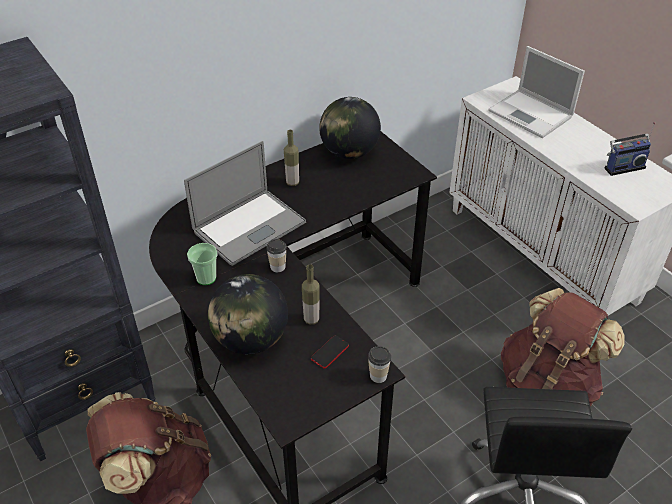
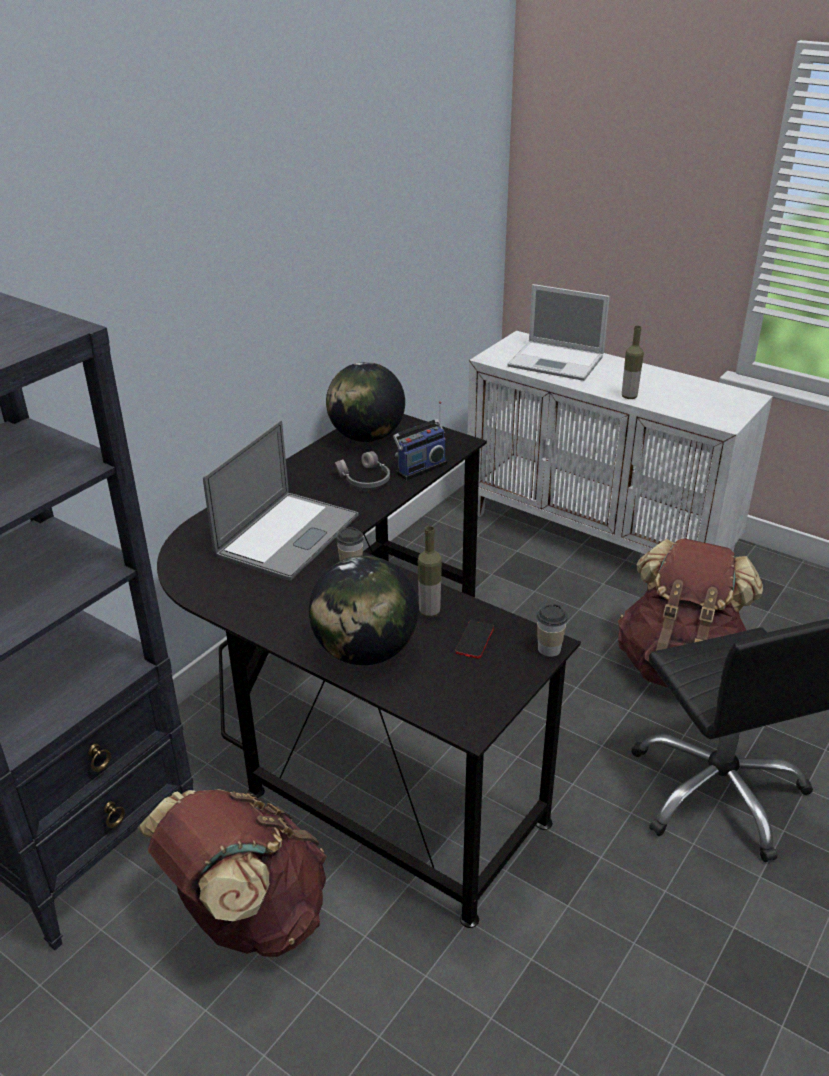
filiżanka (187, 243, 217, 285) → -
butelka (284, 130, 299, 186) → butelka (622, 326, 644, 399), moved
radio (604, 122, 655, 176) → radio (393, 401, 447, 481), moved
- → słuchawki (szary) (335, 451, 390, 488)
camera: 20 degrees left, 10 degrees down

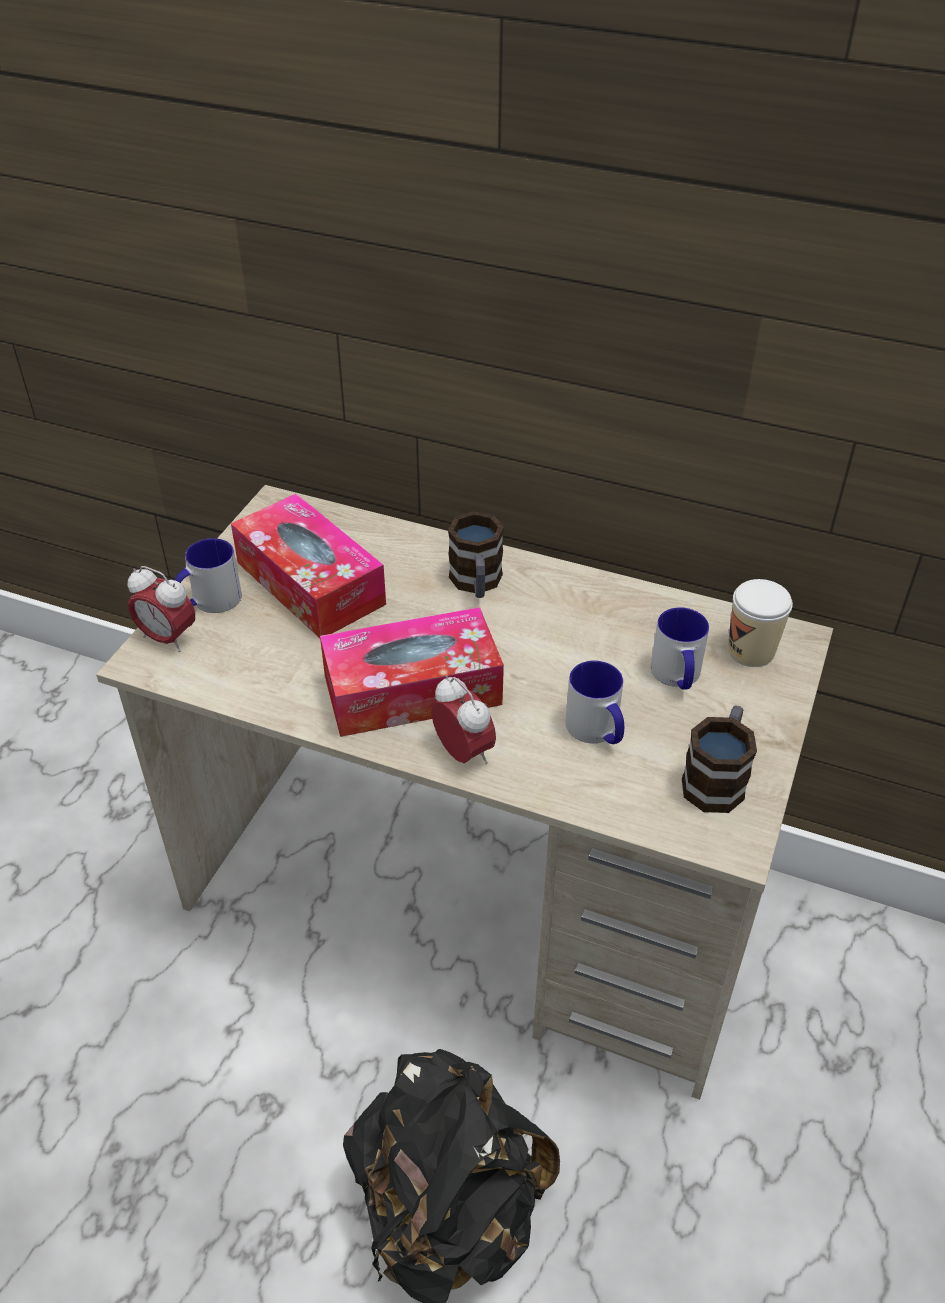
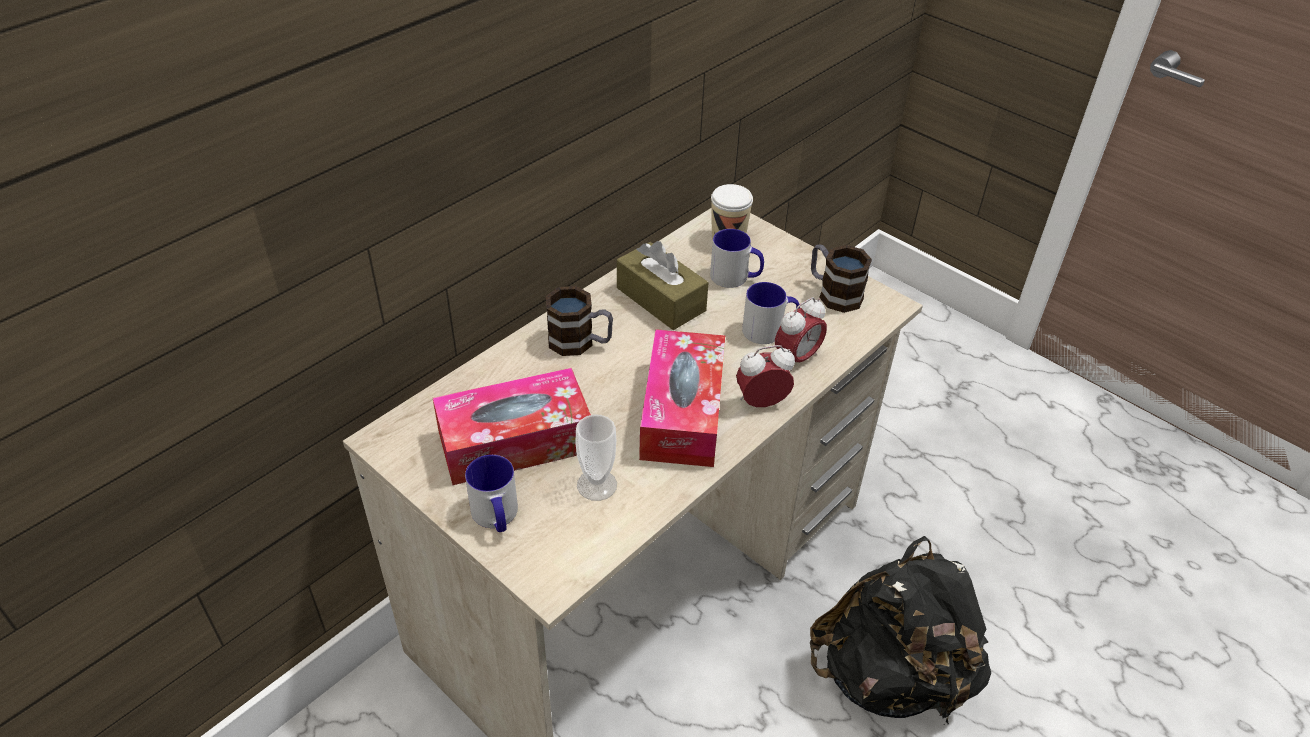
budzik (127, 566, 195, 652) → budzik (775, 297, 827, 371), moved
- → filiżanka (576, 414, 617, 501)
- → pudełko chusteczek (brązowy) (617, 241, 709, 330)
camera: 70 degrees left, 0 degrees up

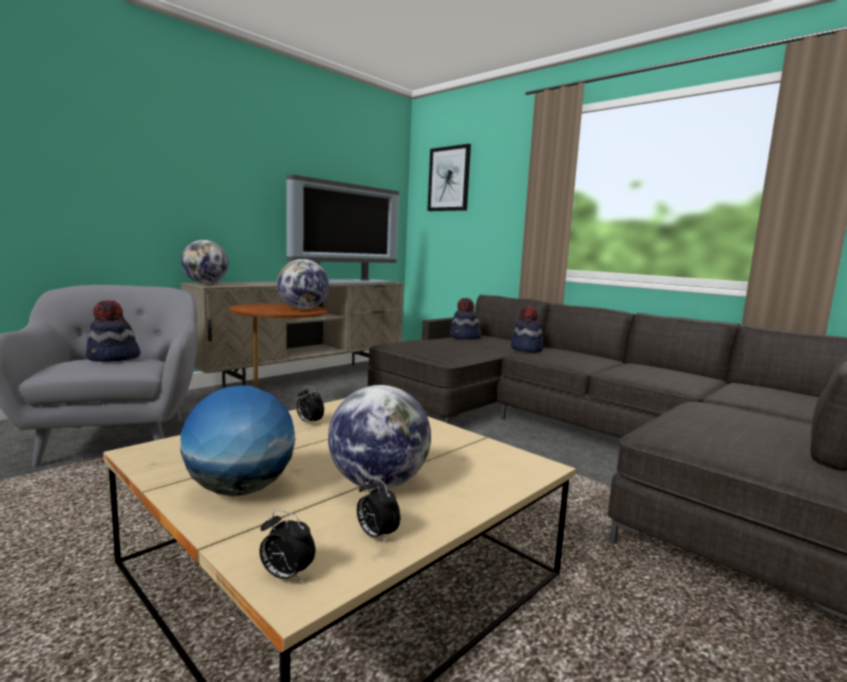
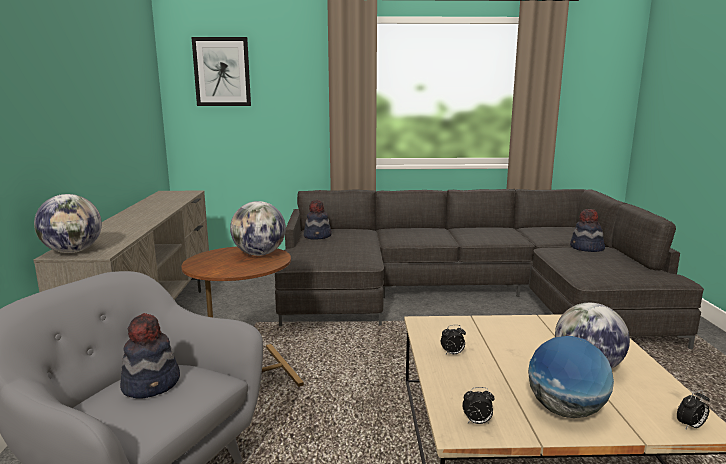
telewizor (286, 174, 399, 284) → -
budzik (357, 477, 400, 543) → budzik (462, 387, 495, 424), moved
kapelusz (511, 306, 543, 353) → kapelusz (570, 209, 605, 252), moved
camera: 45 degrees left, 5 degrees up

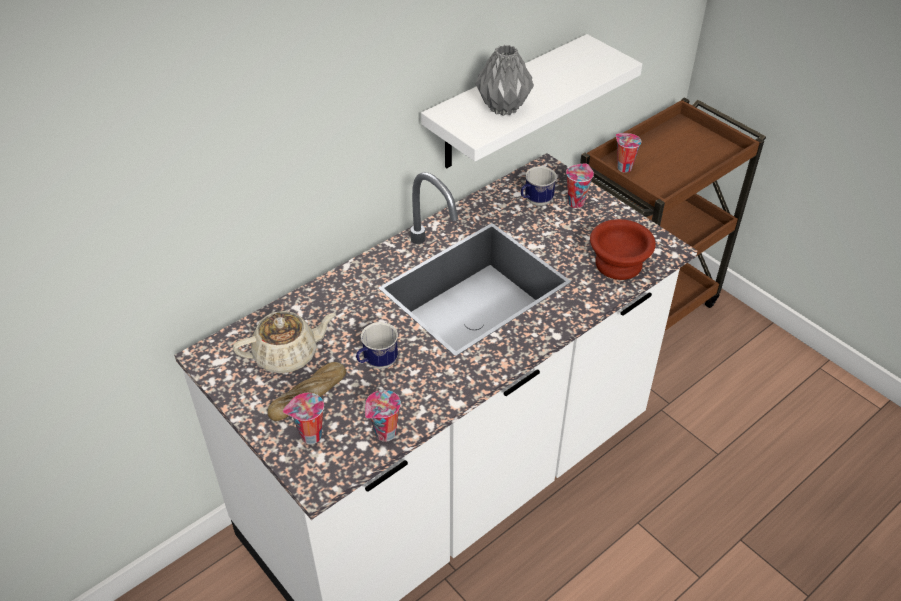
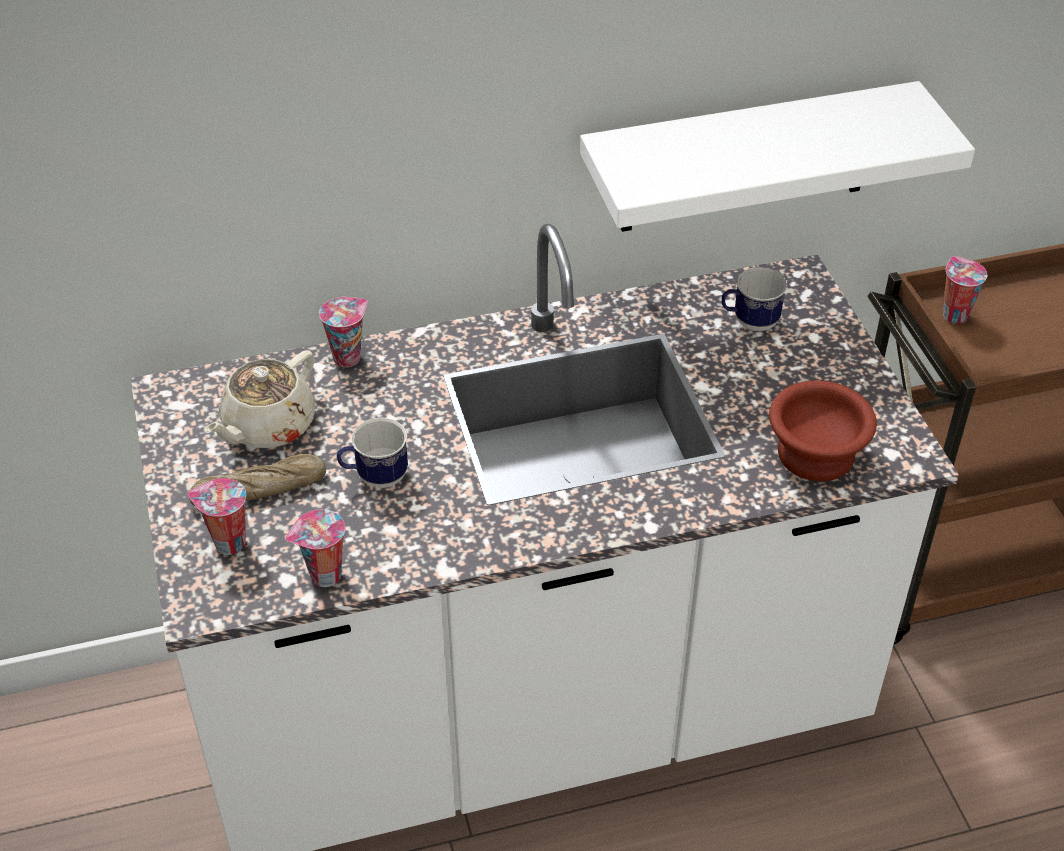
imbryk (beżowy) (233, 311, 336, 373) → imbryk (beżowy) (205, 350, 316, 448), 120 degrees clockwise
wazon (szary) (476, 45, 534, 116) → -
filiżanka (566, 163, 594, 208) → filiżanka (319, 297, 368, 367), moved
camera: 25 degrees right, 0 degrees up

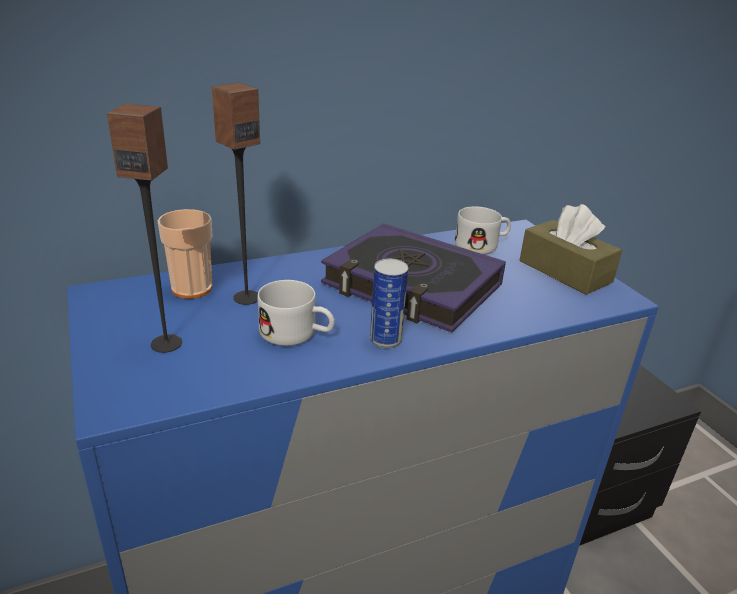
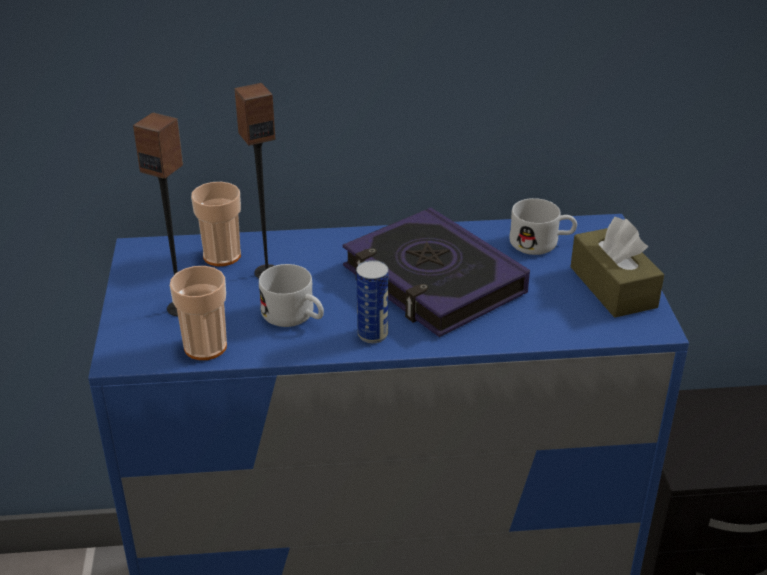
- → filiżanka (170, 266, 227, 360)
camera: 20 degrees right, 5 degrees up

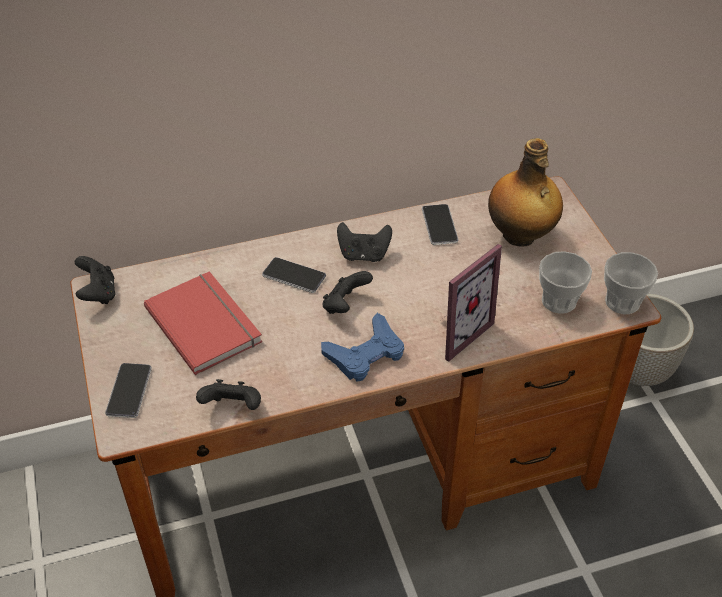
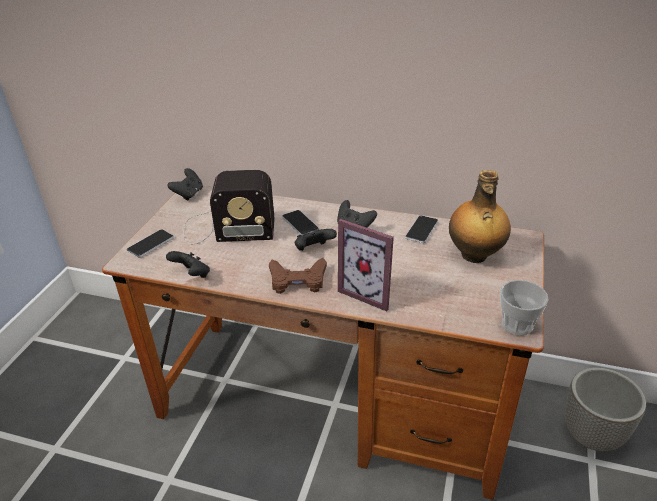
książka (czerwony) (144, 271, 262, 375) → radio (183, 170, 275, 244)
pad do gier (niebieski) (321, 313, 404, 382) → pad do gier (brązowy) (269, 258, 327, 294)
ramka na zdjęcie (441, 244, 502, 362) → ramka na zdjęcie (338, 219, 394, 312), 45 degrees clockwise
filiżanka (539, 251, 592, 314) → -
camera: 35 degrees right, 10 degrees down

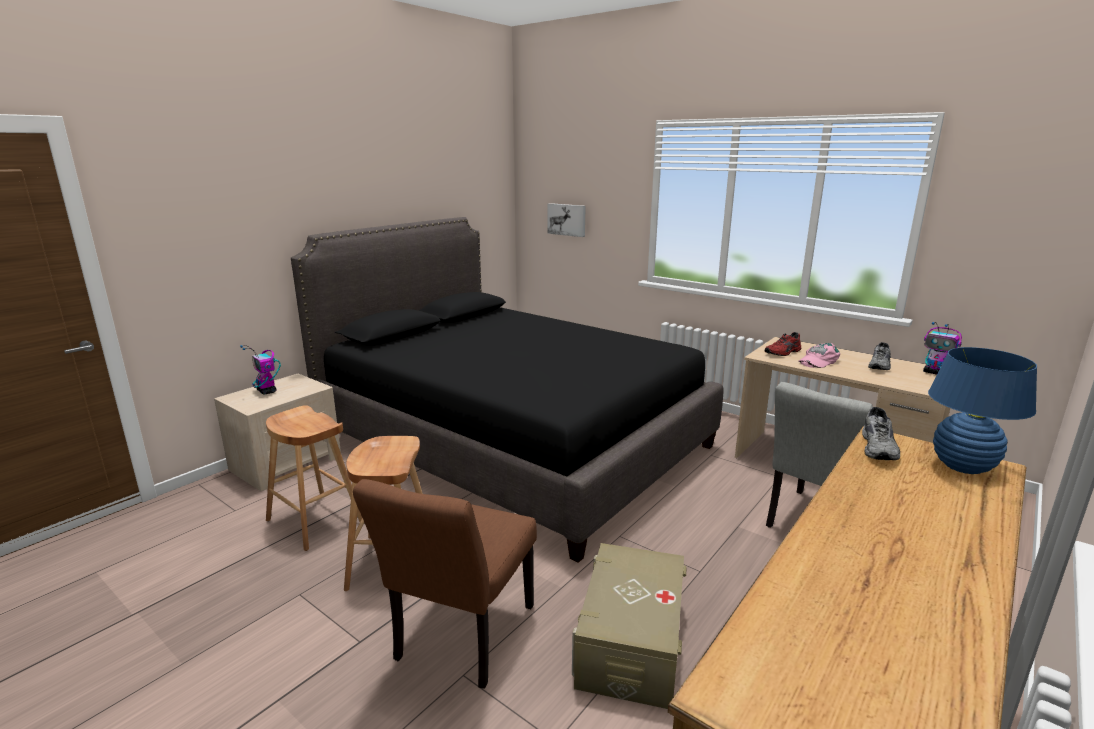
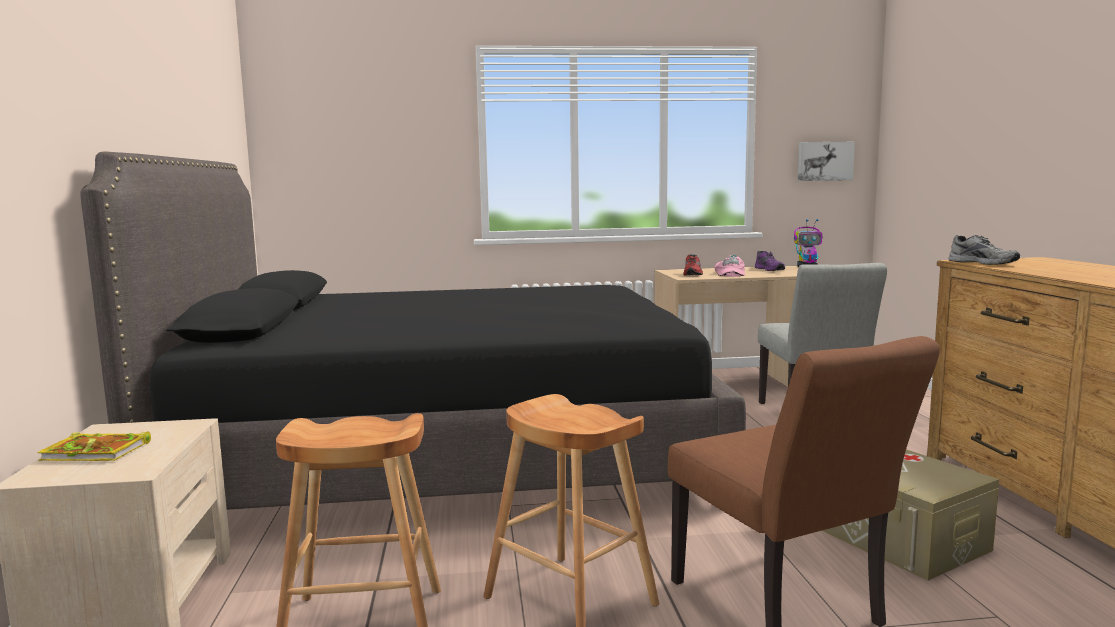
robot zabawkowy (240, 345, 281, 395) → książka (37, 431, 151, 461)
obraz (547, 203, 586, 237) → obraz (798, 142, 855, 181), moved
but (szary) (868, 342, 891, 370) → but (fioletowy) (755, 251, 785, 271)
lampa stołowa (niebieski) (928, 347, 1037, 474) → -
camera: 45 degrees left, 10 degrees down

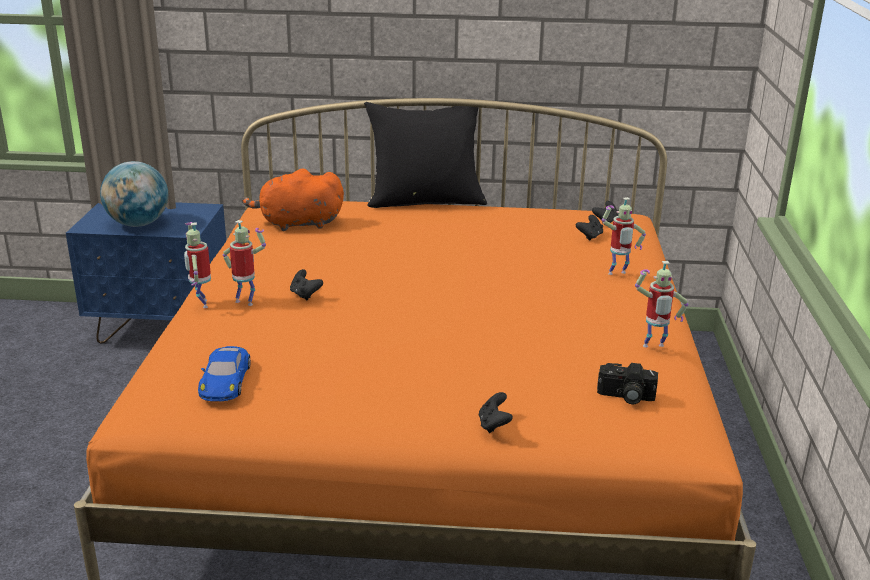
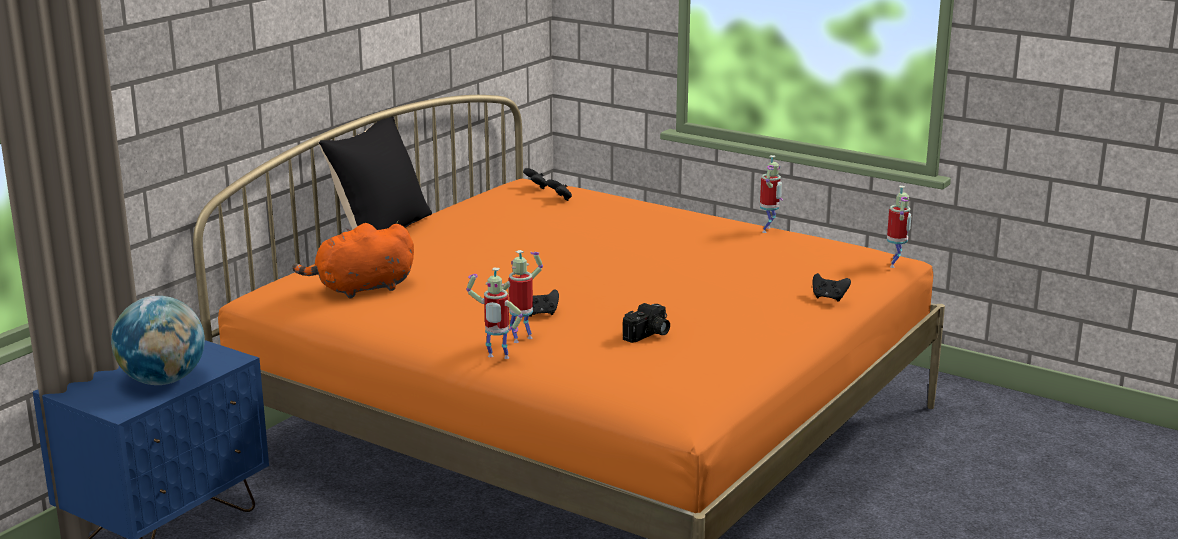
samochodzik (niebieski) (198, 346, 250, 401) → -
pluszak (pomarańczowy) (242, 168, 344, 231) → pluszak (pomarańczowy) (292, 223, 414, 298), 45 degrees clockwise
aparat fotograficzny (597, 363, 658, 404) → aparat fotograficzny (623, 303, 670, 343), moved
robot zabawkowy (602, 197, 646, 275) → robot zabawkowy (887, 186, 911, 268), moved
camera: 60 degrees left, 5 degrees down

